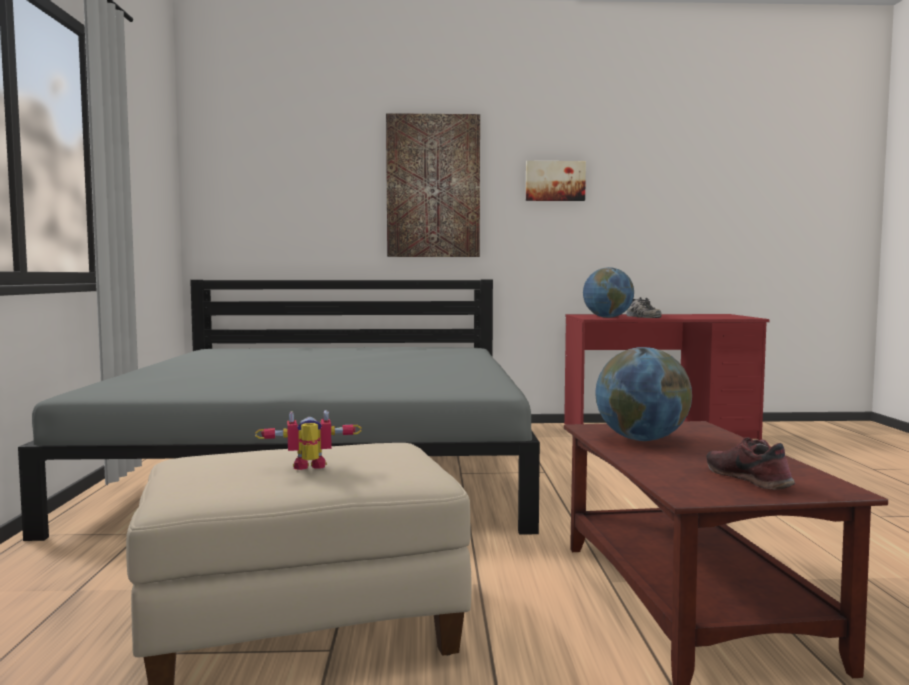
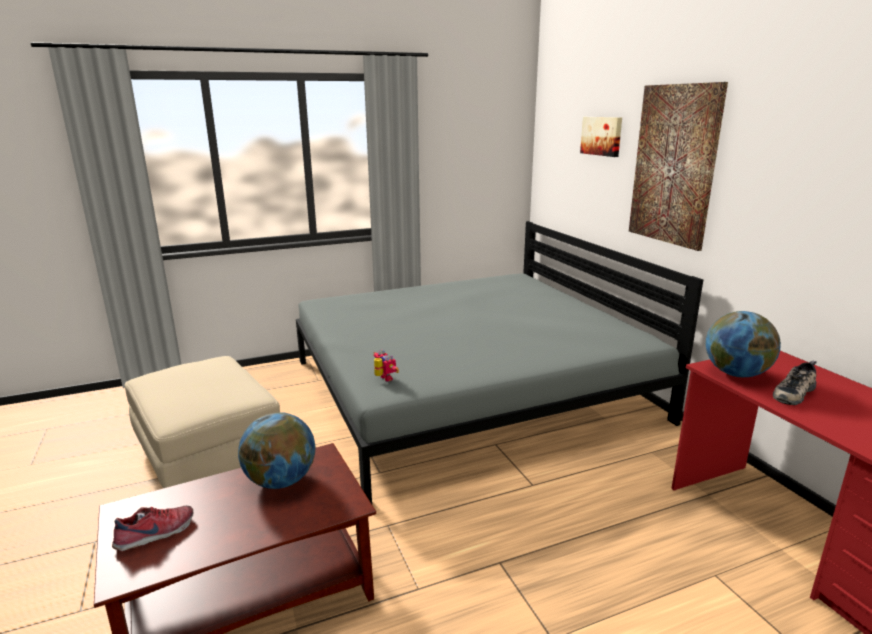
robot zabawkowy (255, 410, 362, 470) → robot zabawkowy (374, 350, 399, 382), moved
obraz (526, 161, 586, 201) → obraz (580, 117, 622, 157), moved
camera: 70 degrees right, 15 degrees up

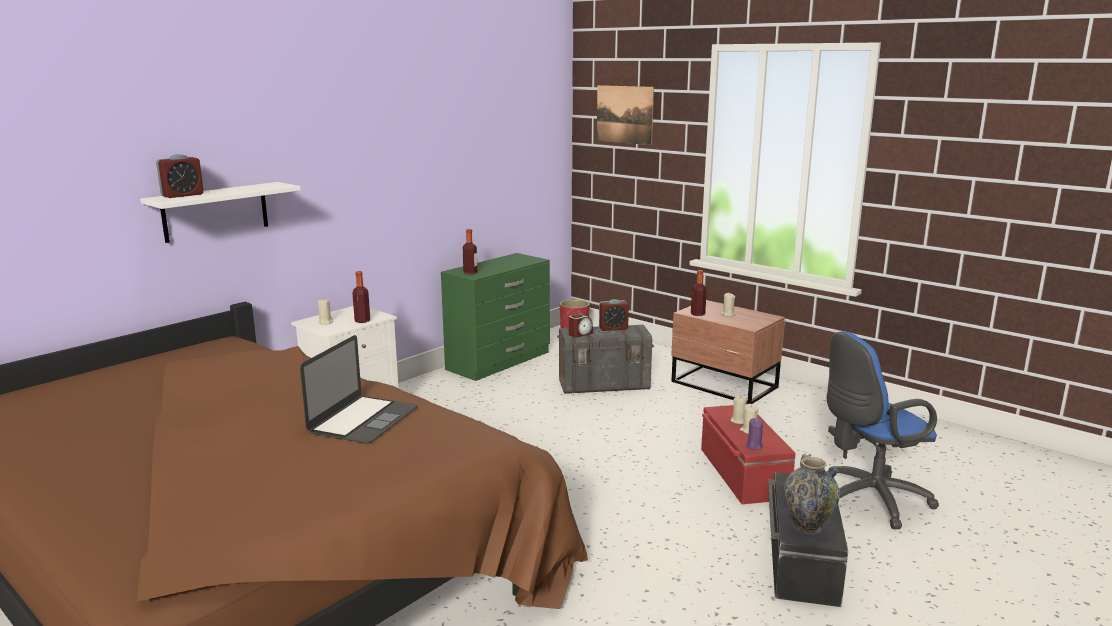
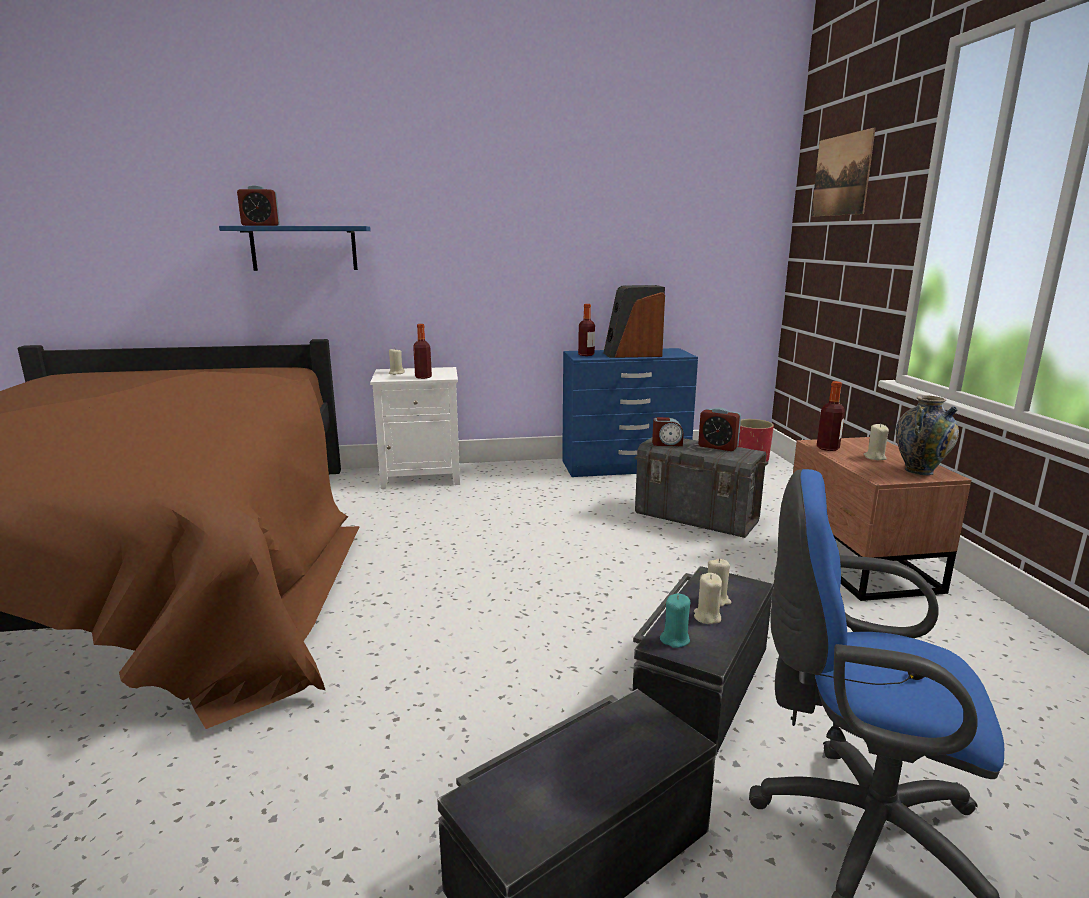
półka (biały) (140, 182, 301, 243) → półka (niebieski) (219, 226, 371, 271)
laptop (300, 335, 417, 444) → -
komoda (zielony) (441, 253, 550, 381) → komoda (niebieski) (562, 348, 698, 477)
pojemnik do przechowywania (czerwony) (701, 405, 796, 504) → pojemnik do przechowywania (czarny) (633, 566, 773, 755)
świeca (fioletowy) (745, 418, 763, 450) → świeca (turkusowy) (660, 593, 690, 648)
wazon (784, 453, 840, 534) → wazon (896, 395, 959, 475), moved
- → głośnik (604, 285, 665, 358)
camera: 40 degrees right, 0 degrees up

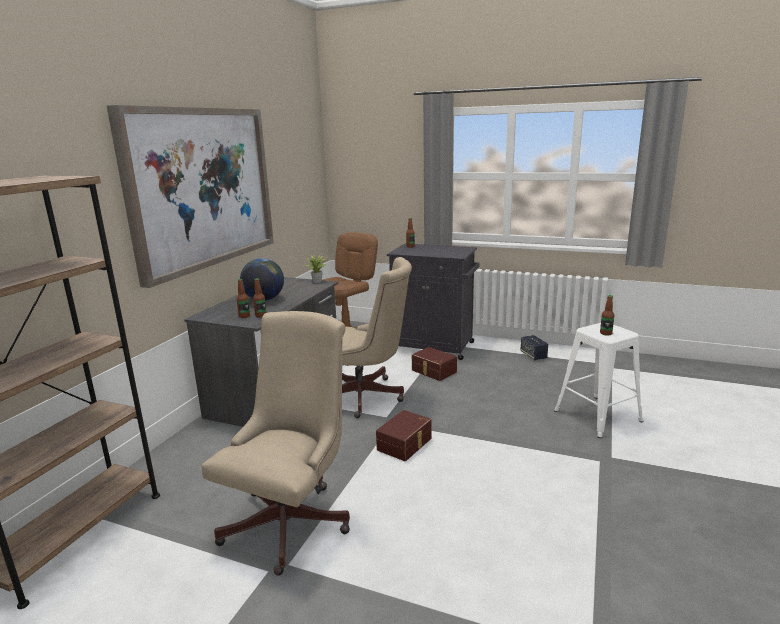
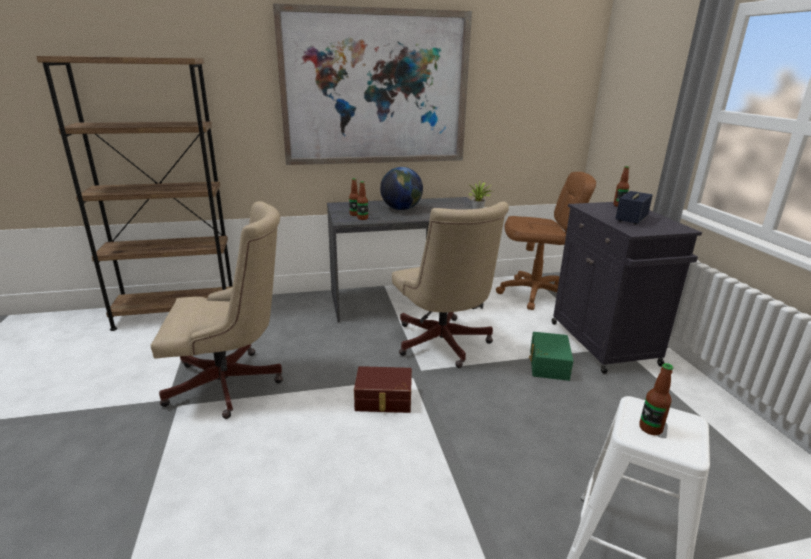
pojemnik do przechowywania (brązowy) (412, 347, 457, 381) → pojemnik do przechowywania (zielony) (529, 332, 573, 381)
głośnik (520, 335, 548, 360) → głośnik (615, 191, 653, 225), moved
camera: 55 degrees right, 5 degrees up

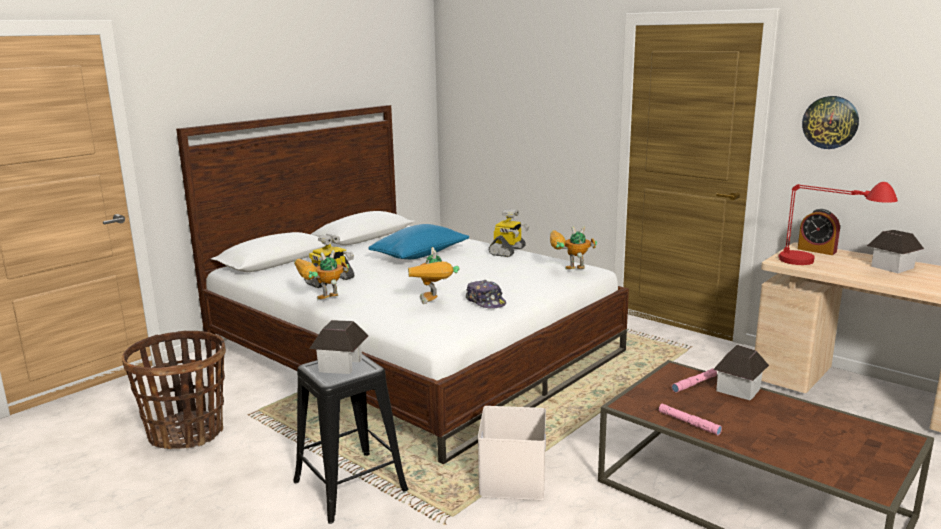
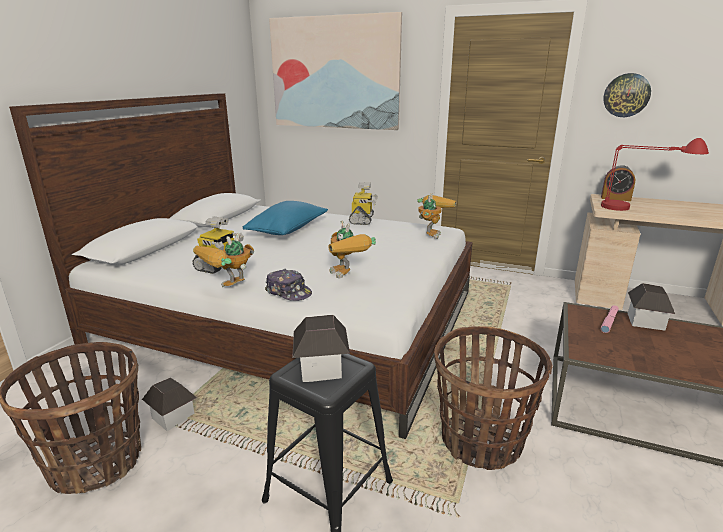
czapka z daszkiem (465, 280, 506, 309) → czapka z daszkiem (265, 269, 312, 301), moved
pojemnik do przechowywania (biały) (478, 406, 546, 500) → koszyk (434, 326, 553, 470)
robot zabawkowy (550, 226, 597, 270) → robot zabawkowy (417, 193, 456, 239), 135 degrees clockwise
latarka (różowy) (659, 404, 722, 435) → -
domek (867, 230, 924, 273) → domek (142, 377, 197, 431), moved
- → obraz (269, 12, 402, 130)
camera: 20 degrees left, 5 degrees up

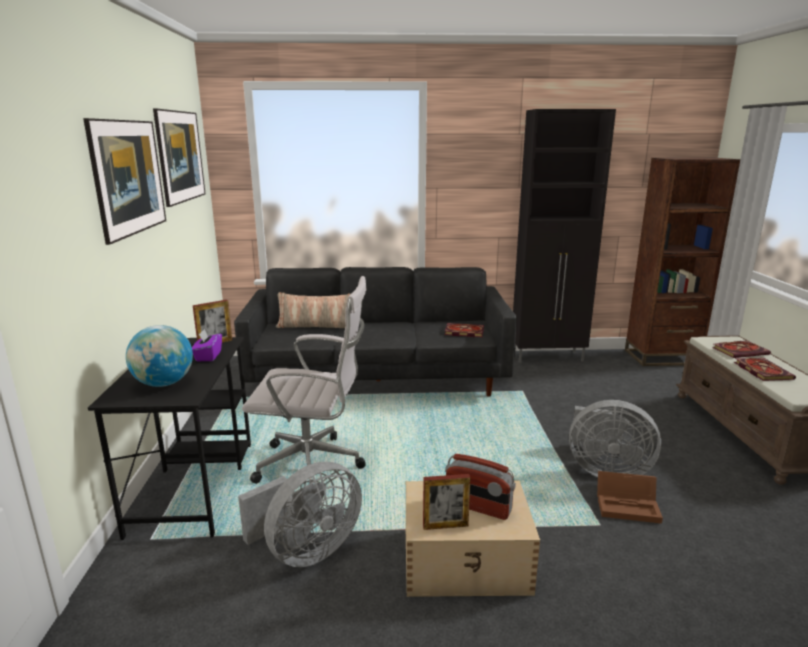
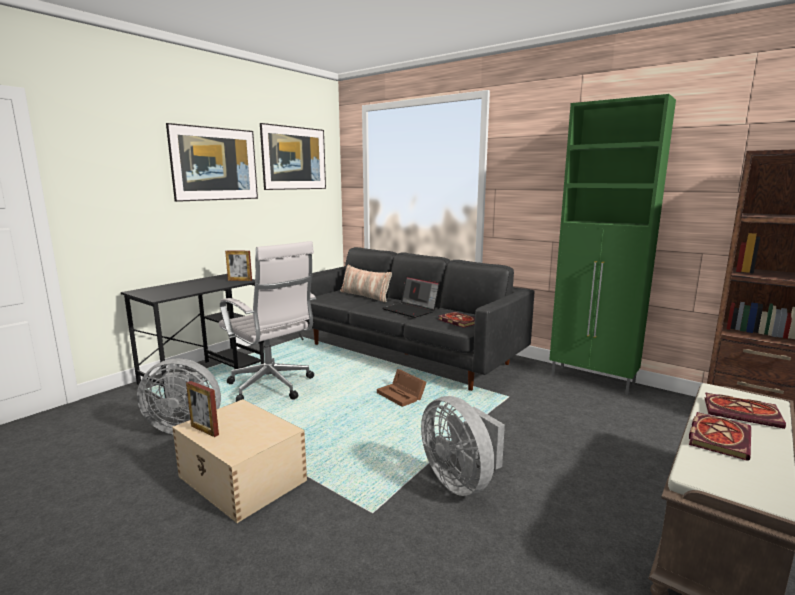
globus (126, 325, 193, 387) → -
pudełko chusteczek (fioletowy) (192, 329, 222, 361) → -
radio (445, 454, 516, 520) → -
szafka (czarny) (513, 109, 616, 363) → szafka (zielony) (549, 94, 676, 395)
pojemnik do przechowywania (brązowy) (597, 471, 663, 524) → pojemnik do przechowywania (brązowy) (377, 369, 427, 407), moved
- → laptop (382, 276, 440, 318)
camera: 40 degrees right, 5 degrees down

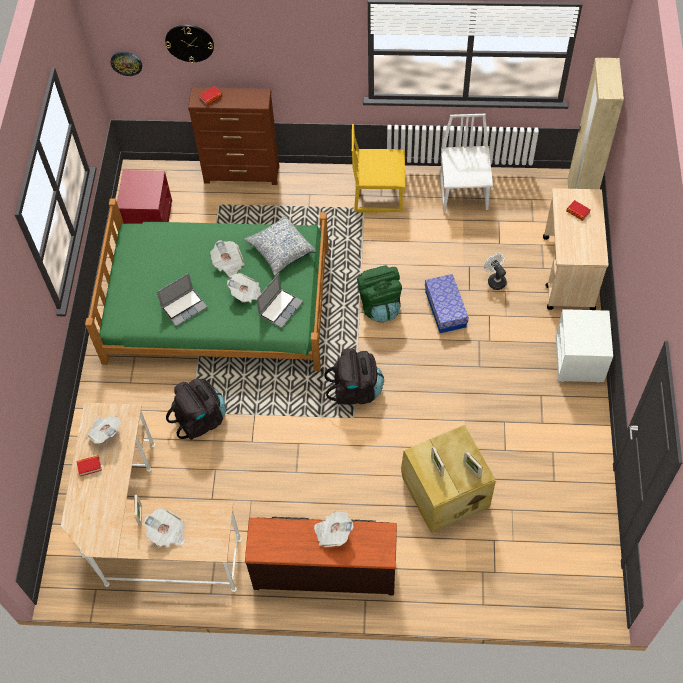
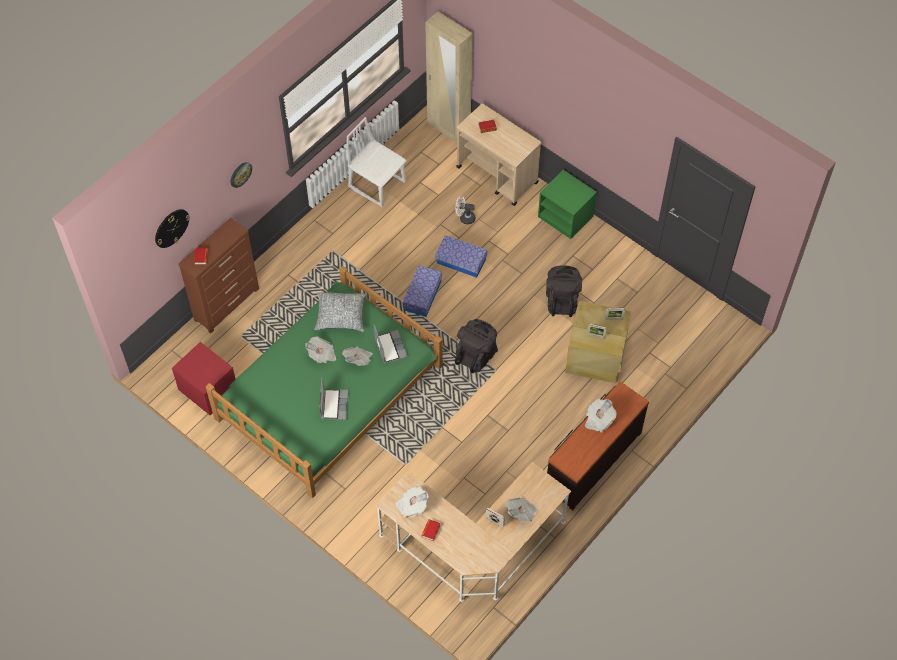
zegar ścienny (110, 52, 142, 76) → zegar ścienny (230, 162, 252, 188), moved
plecak (czarny) (166, 378, 226, 440) → plecak (czarny) (546, 265, 582, 317), moved
krzesło (żółty) (352, 124, 406, 213) → -
plecak (zielony) (357, 265, 402, 322) → pojemnik do przechowywania (403, 265, 442, 317)
szafka nocna (biały) (555, 309, 613, 383) → szafka nocna (zielony) (538, 170, 597, 239)
camera: 55 degrees left, 0 degrees up

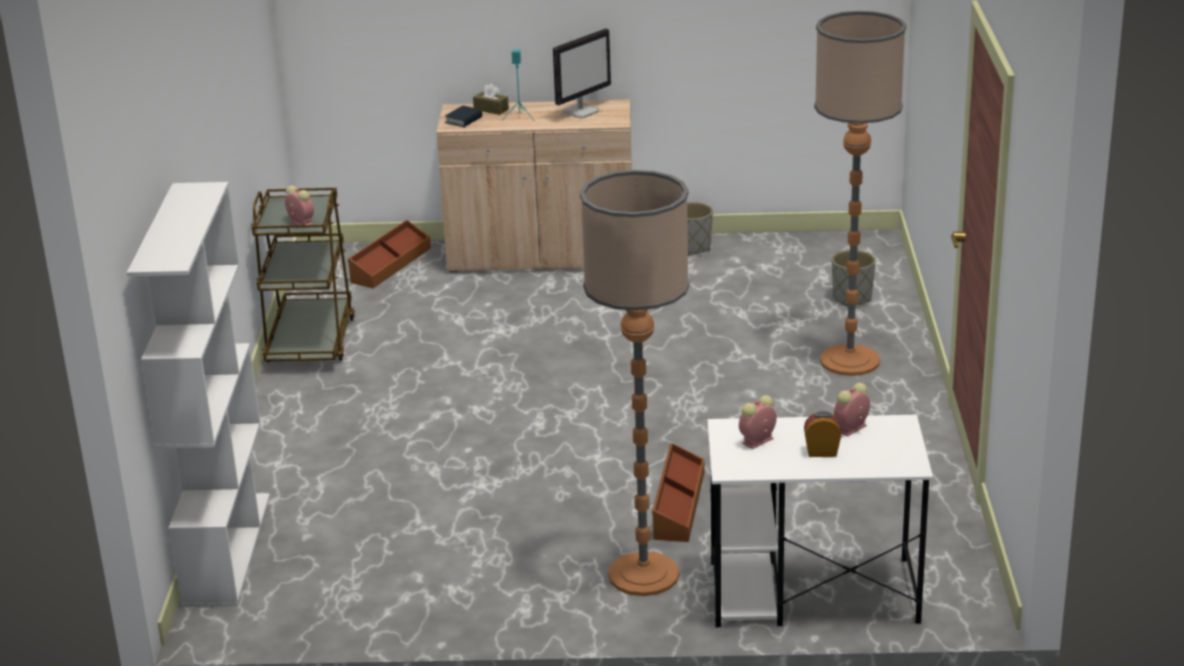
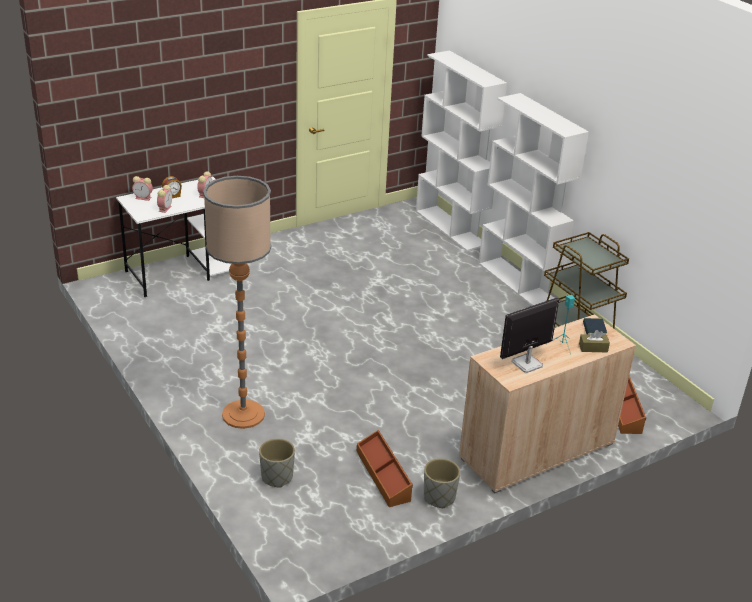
budzik (285, 185, 314, 228) → budzik (132, 176, 153, 201), moved
monitor (553, 28, 611, 118) → monitor (500, 298, 559, 373), 45 degrees clockwise
lampa stojąca (580, 170, 690, 596) → -
pojemnik do przechowywania (brązowy) (652, 443, 704, 542) → pojemnik do przechowywania (brązowy) (357, 430, 413, 507), moved
- → regał (biały) (478, 93, 589, 306)
camera: 145 degrees right, 5 degrees up

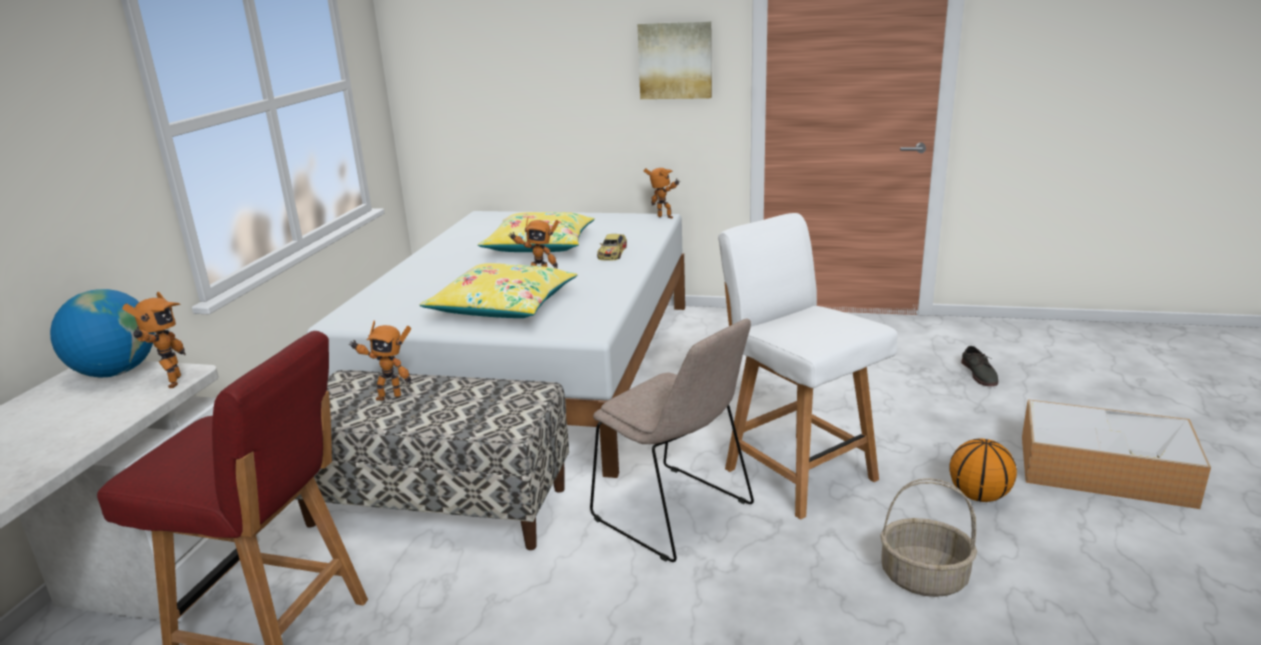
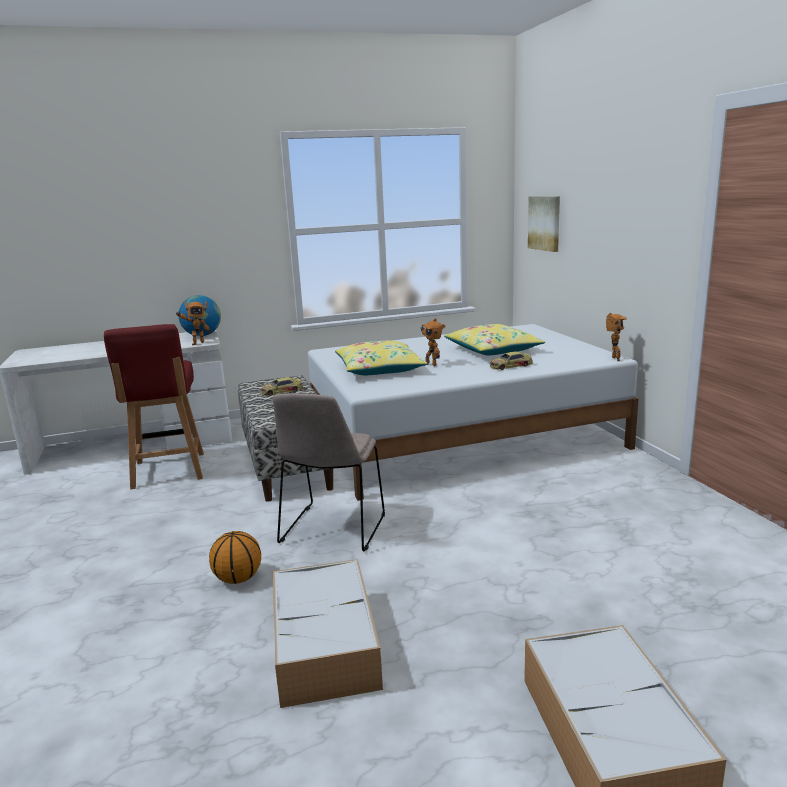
robot zabawkowy (349, 321, 411, 401) → samochodzik (261, 377, 303, 396)
obraz (638, 21, 712, 99) → obraz (528, 196, 560, 252), moved
krzesło (biały) (718, 213, 897, 520) → -
koszyk (880, 478, 977, 597) → pojemnik do przechowywania (273, 559, 383, 708)
piłka do koszykówki (950, 438, 1017, 502) → piłka do koszykówki (209, 531, 261, 584), moved
but (szary) (961, 346, 998, 386) → -
camera: 60 degrees right, 5 degrees down

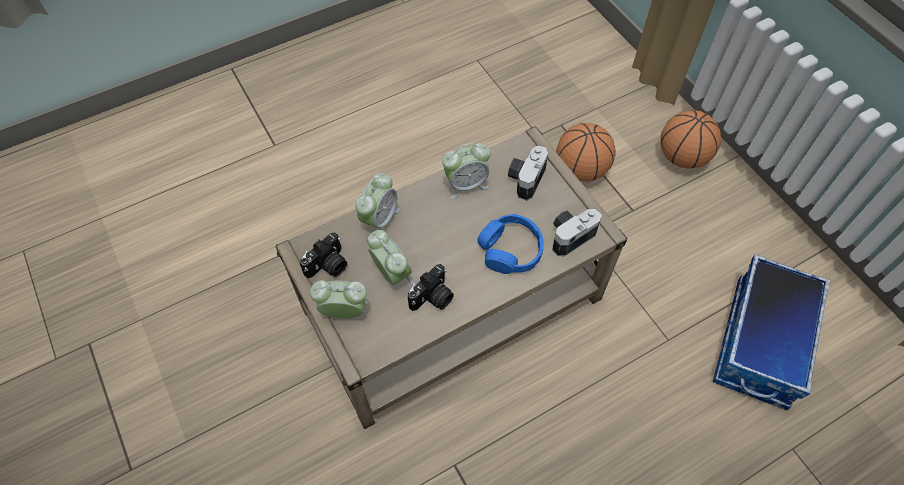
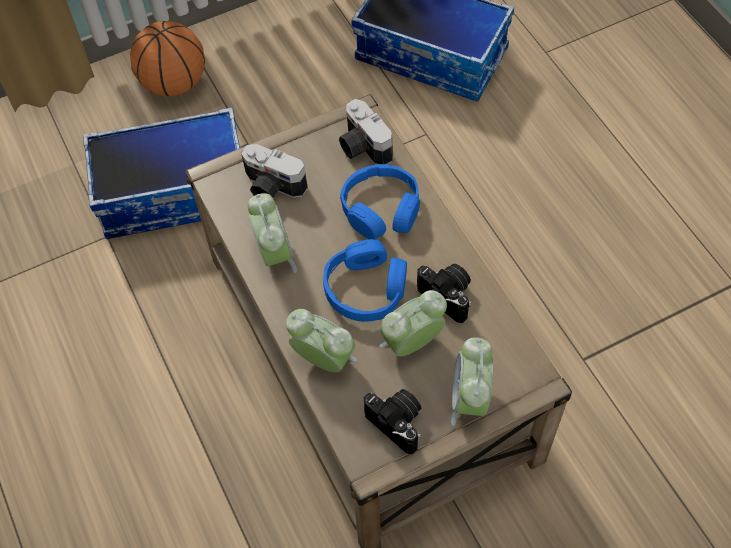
piłka do koszykówki (556, 123, 616, 182) → pojemnik do przechowywania (83, 108, 242, 239)
- → słuchawki (niebieski) (323, 239, 407, 322)
camera: 85 degrees left, 0 degrees up

